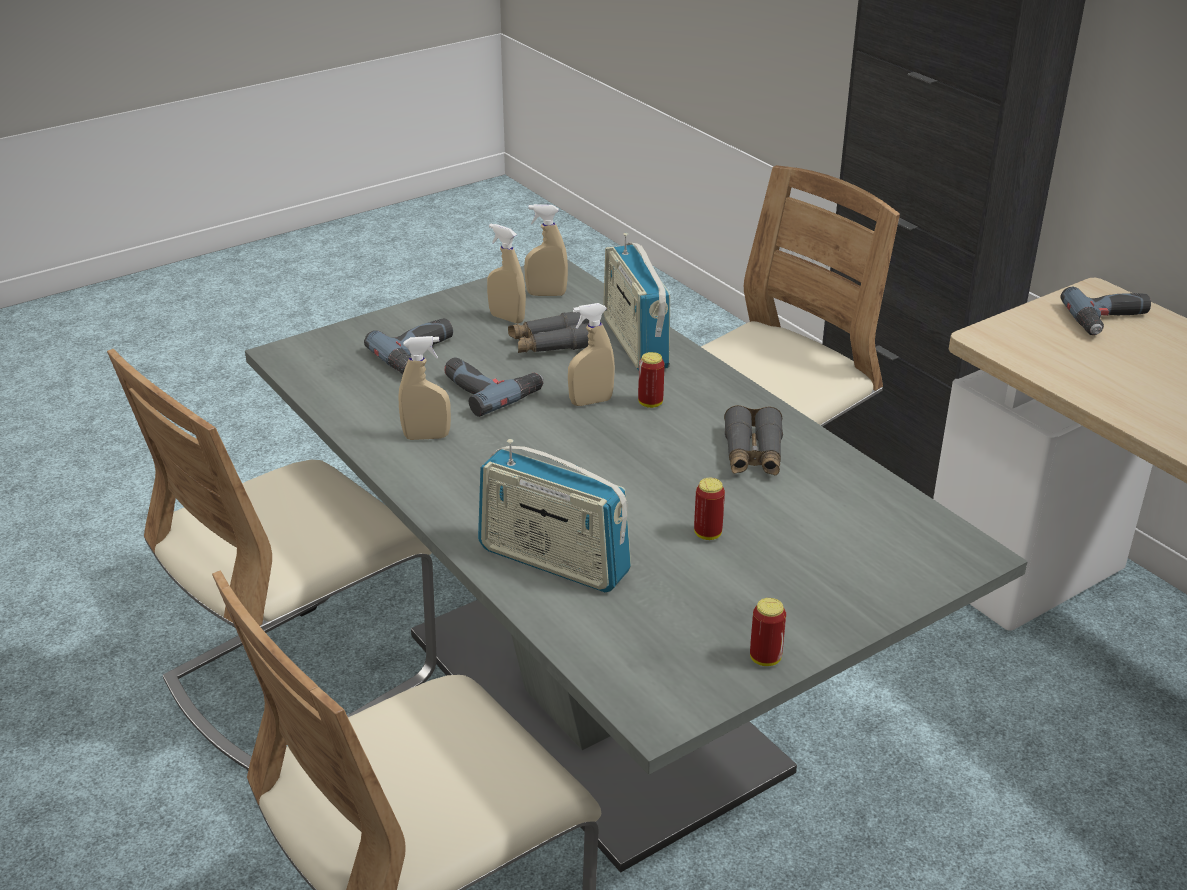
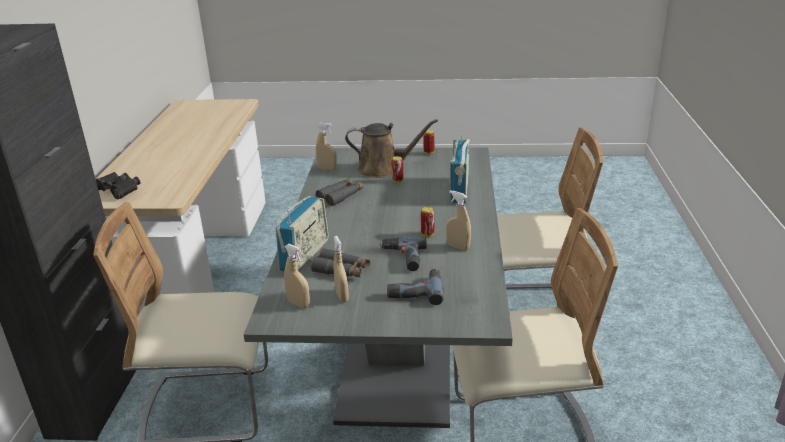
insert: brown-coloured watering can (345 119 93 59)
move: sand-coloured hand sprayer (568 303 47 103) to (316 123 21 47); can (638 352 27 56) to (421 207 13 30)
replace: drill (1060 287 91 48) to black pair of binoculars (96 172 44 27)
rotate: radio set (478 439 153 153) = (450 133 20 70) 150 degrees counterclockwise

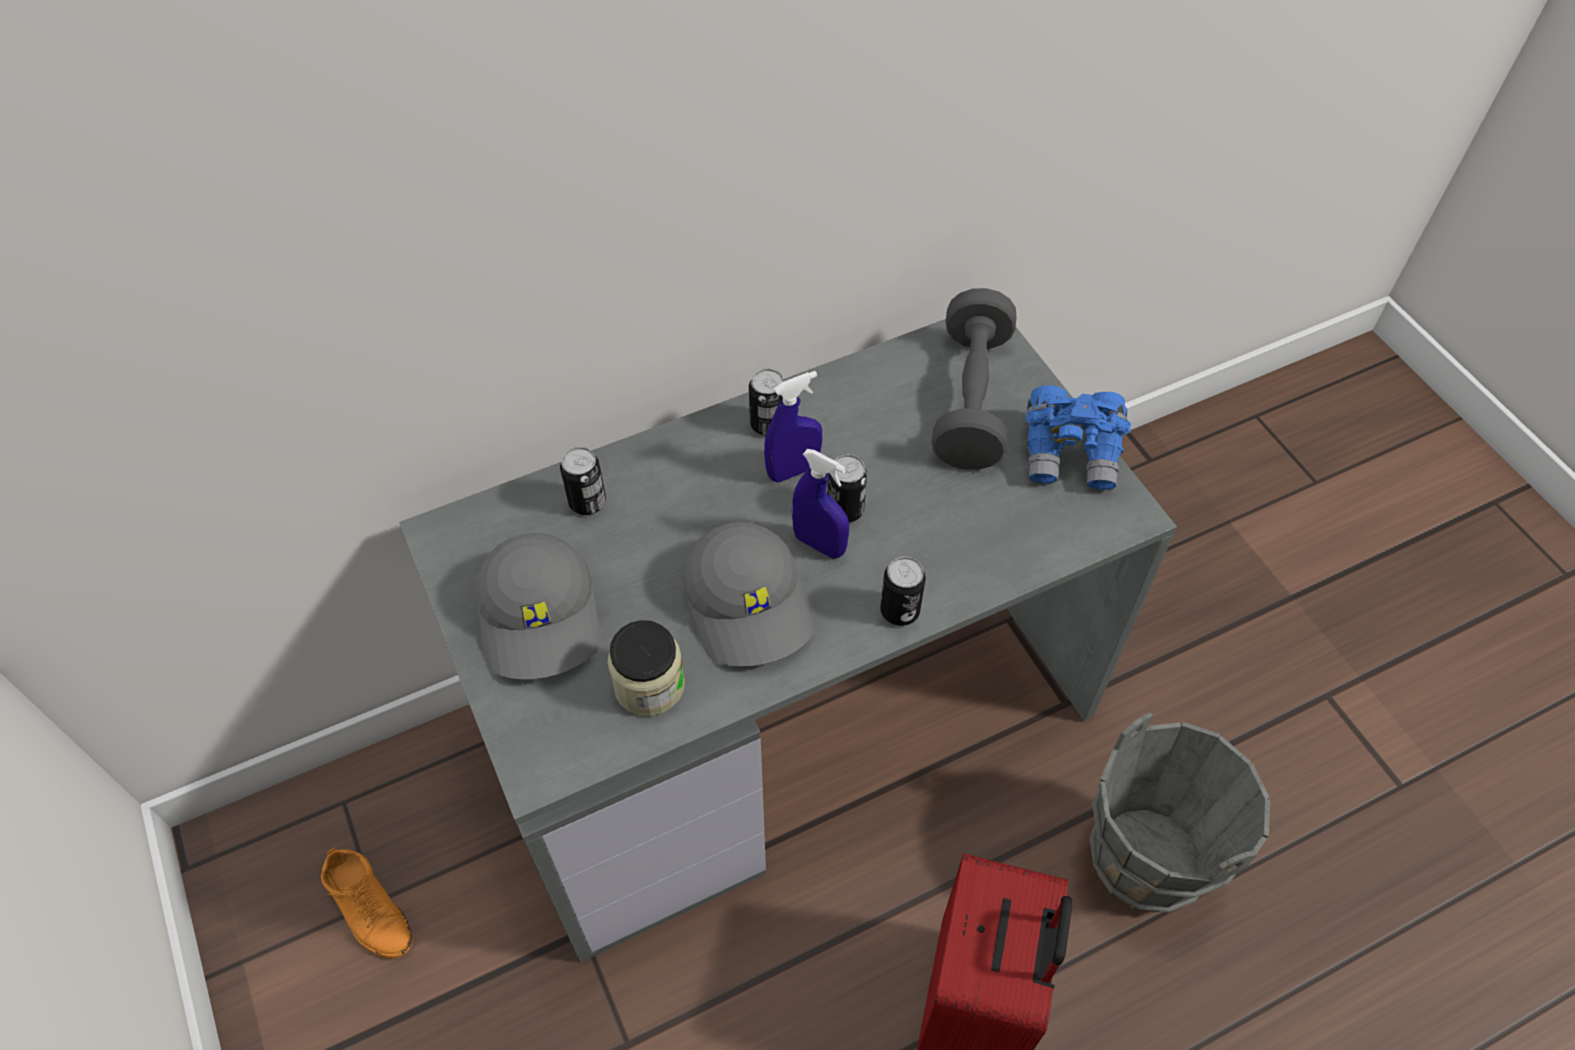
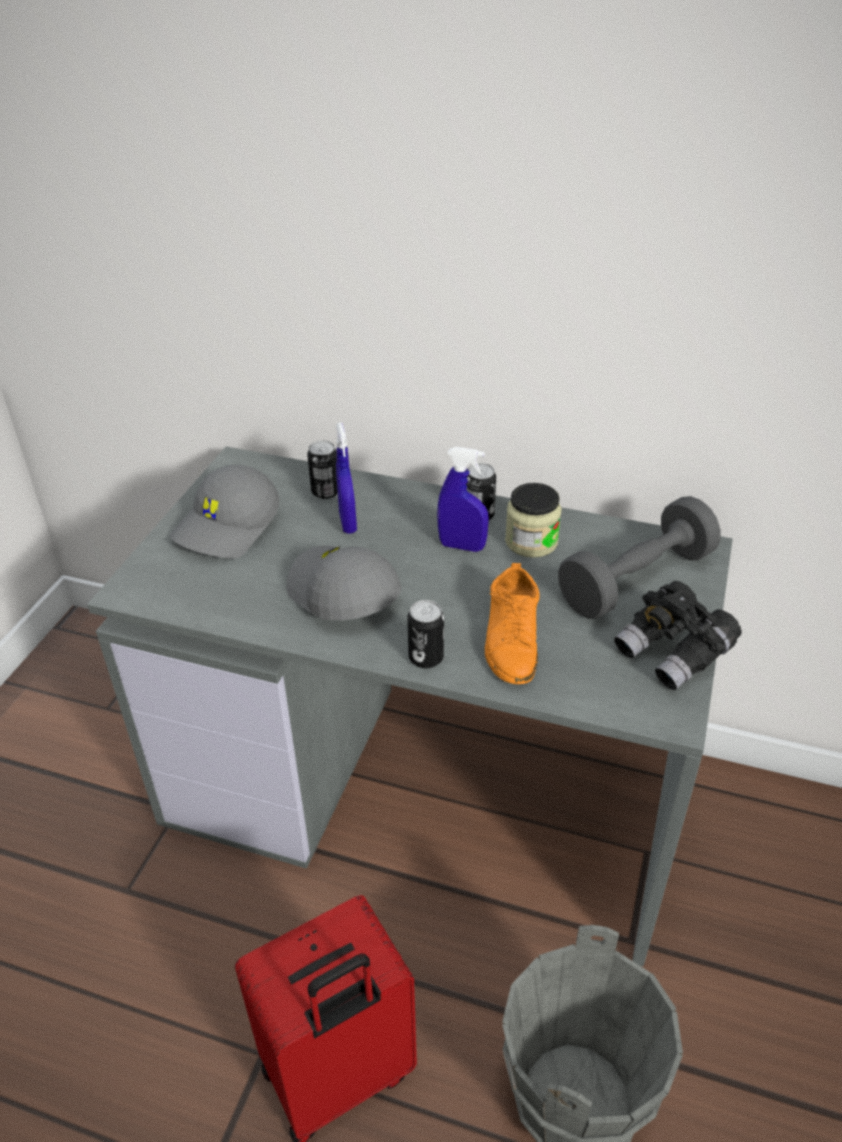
delete: can (827 455 40 68)
move: orange low shoe (321 847 92 111) to (485 563 55 121); preserve jar (607 620 78 96) to (505 483 57 75); blue-coloured hand sprayer (792 449 57 110) to (336 422 21 112)
recolor: blue-coloured pair of binoculars (1026 385 105 105) to black pair of binoculars (614 581 128 109)
rotate: grey cap (683 522 132 144) = (286 545 115 75) 120 degrees clockwise

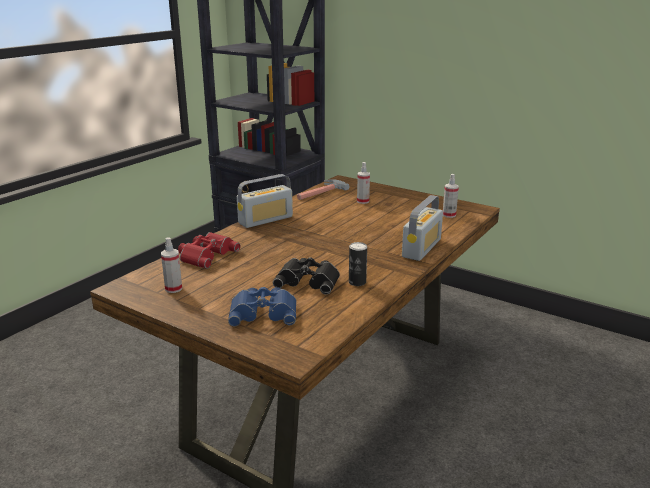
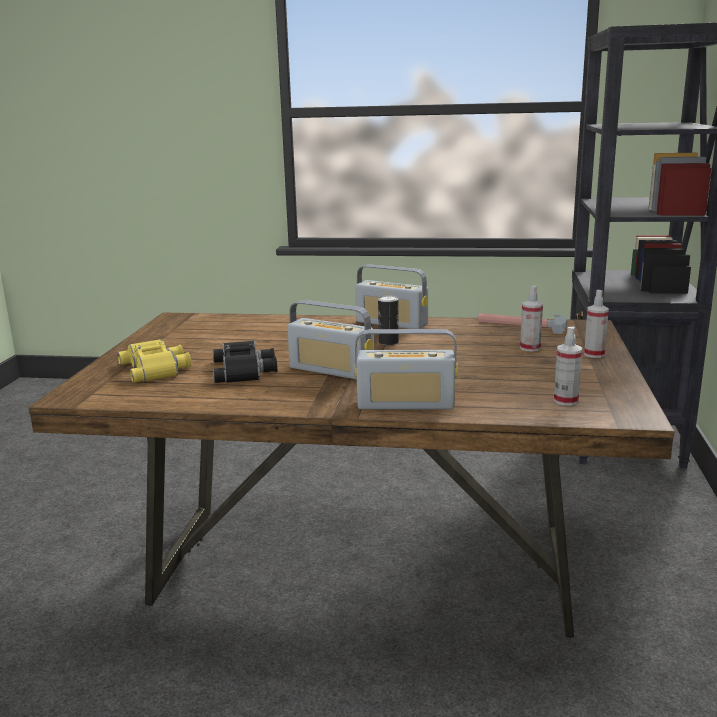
delete: red-coloured pair of binoculars (178 232 63 37)
insert: radio set (287 300 87 80)
move: hand sprayer (161 237 21 56) to (584 290 25 68); can (349 242 18 44) to (378 295 21 50)
recolor: blue-coloured pair of binoculars (228 287 68 40) to yellowish pair of binoculars (118 339 74 44)

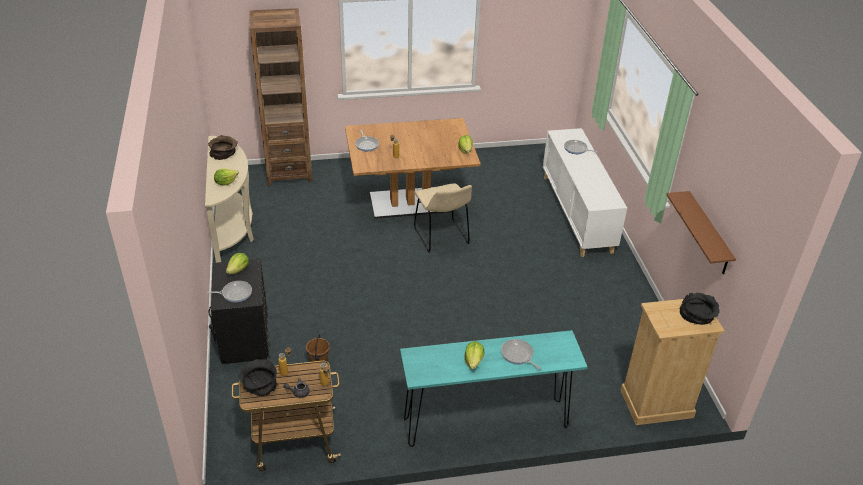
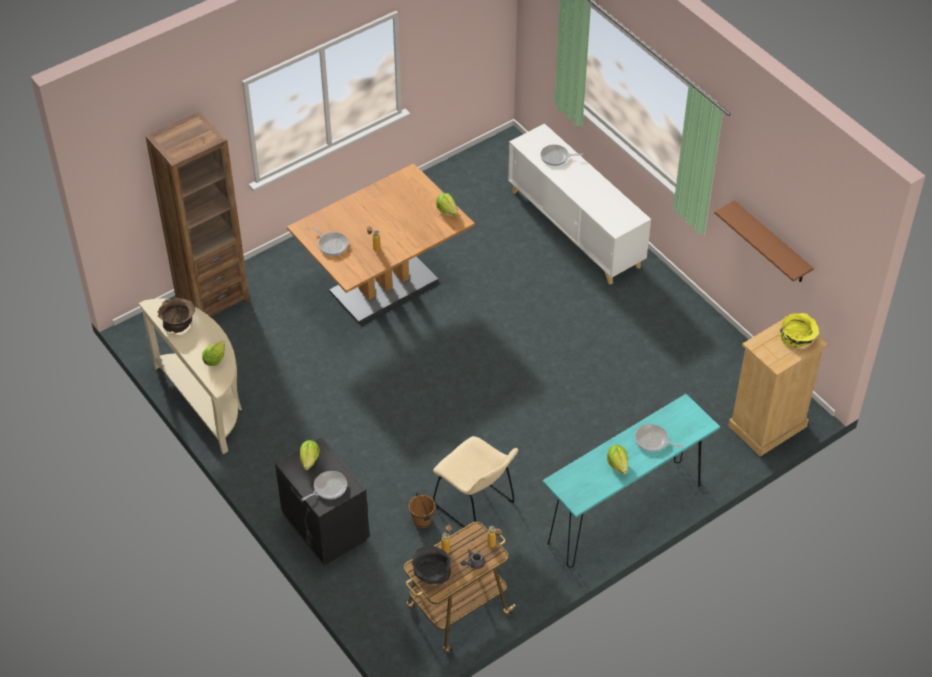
move: sand-coloured upright chair (414 184 58 69) to (433 436 85 99)
recolor: black deep dish (680 292 40 33) to yellowish deep dish (779 313 40 34)

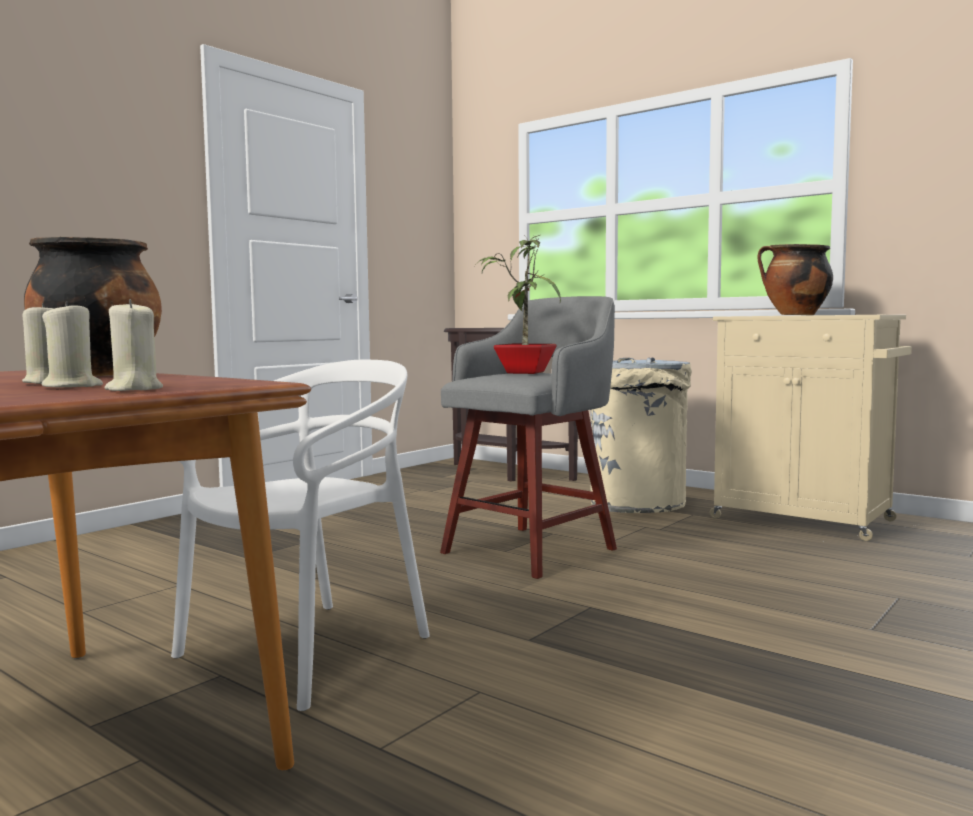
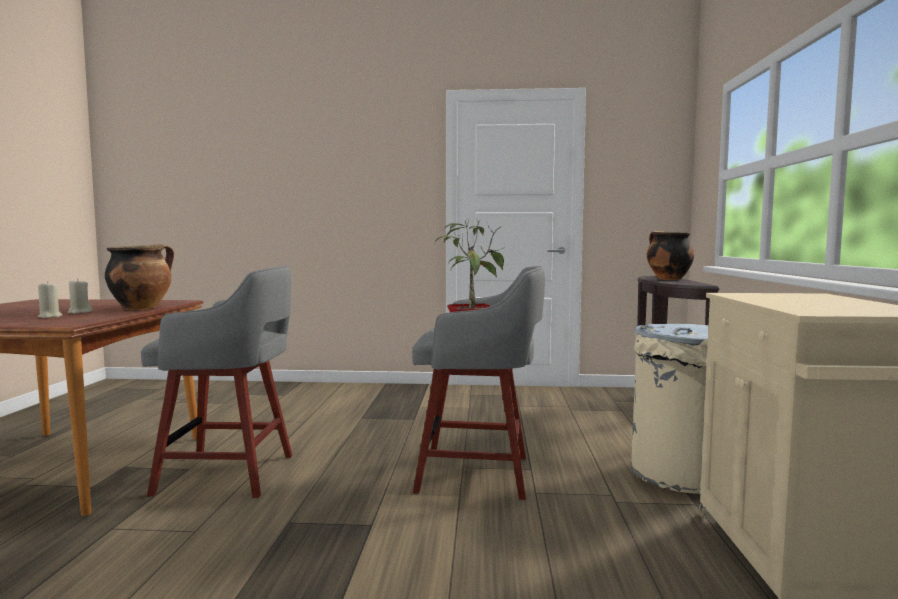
delete: sand-coloured wax light (105 299 58 92)
move: cooking pot (757 244 76 71) to (647 231 47 49)
replace: whitish upright chair (171 360 259 351) to grey stool seat (141 266 151 232)

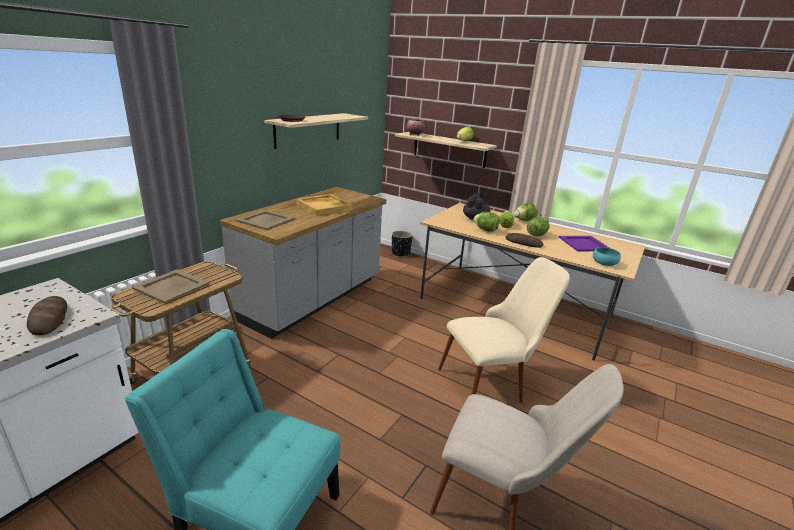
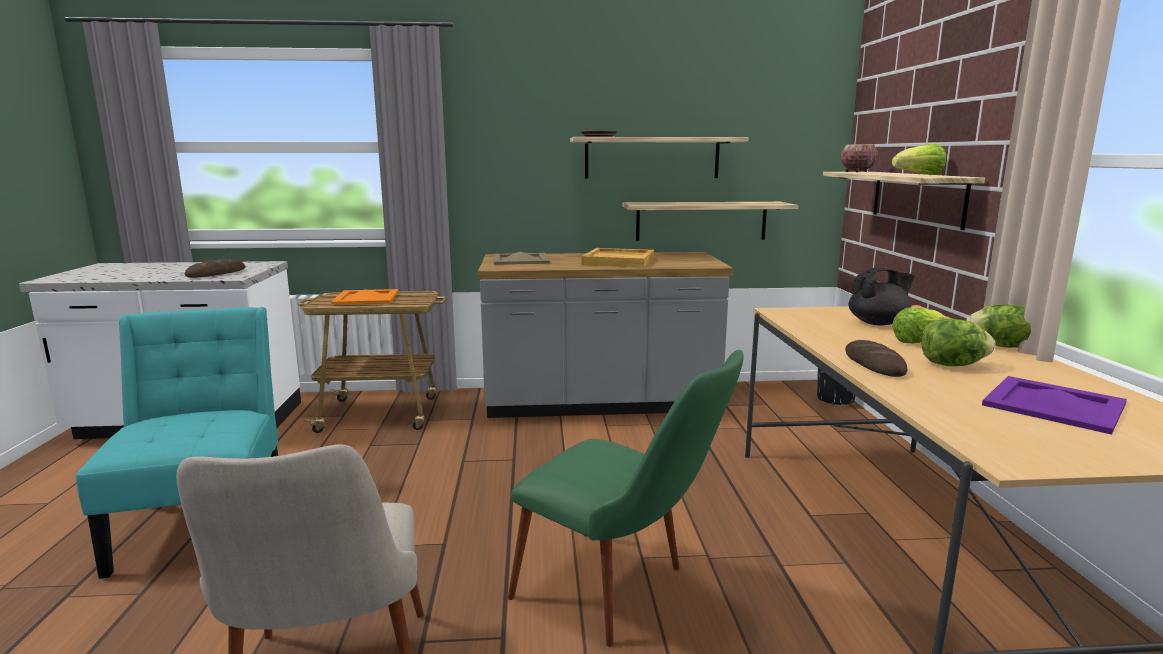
delete: lettuce head (474 212 26 20); turquoise deep dish (593 247 28 19)
insert: bracket shelf (622 202 176 39)
recolor: sand-coloured tray (132 269 77 35) to orange tray (331 289 68 16); sand-coloured upright chair (438 257 132 146) to green-coloured upright chair (508 350 235 297)

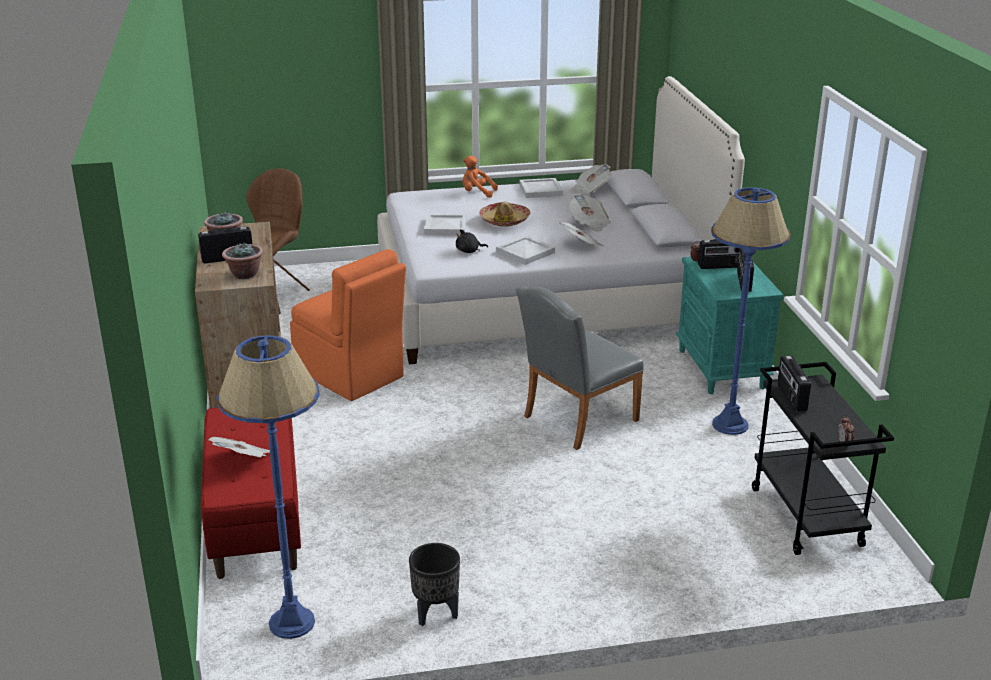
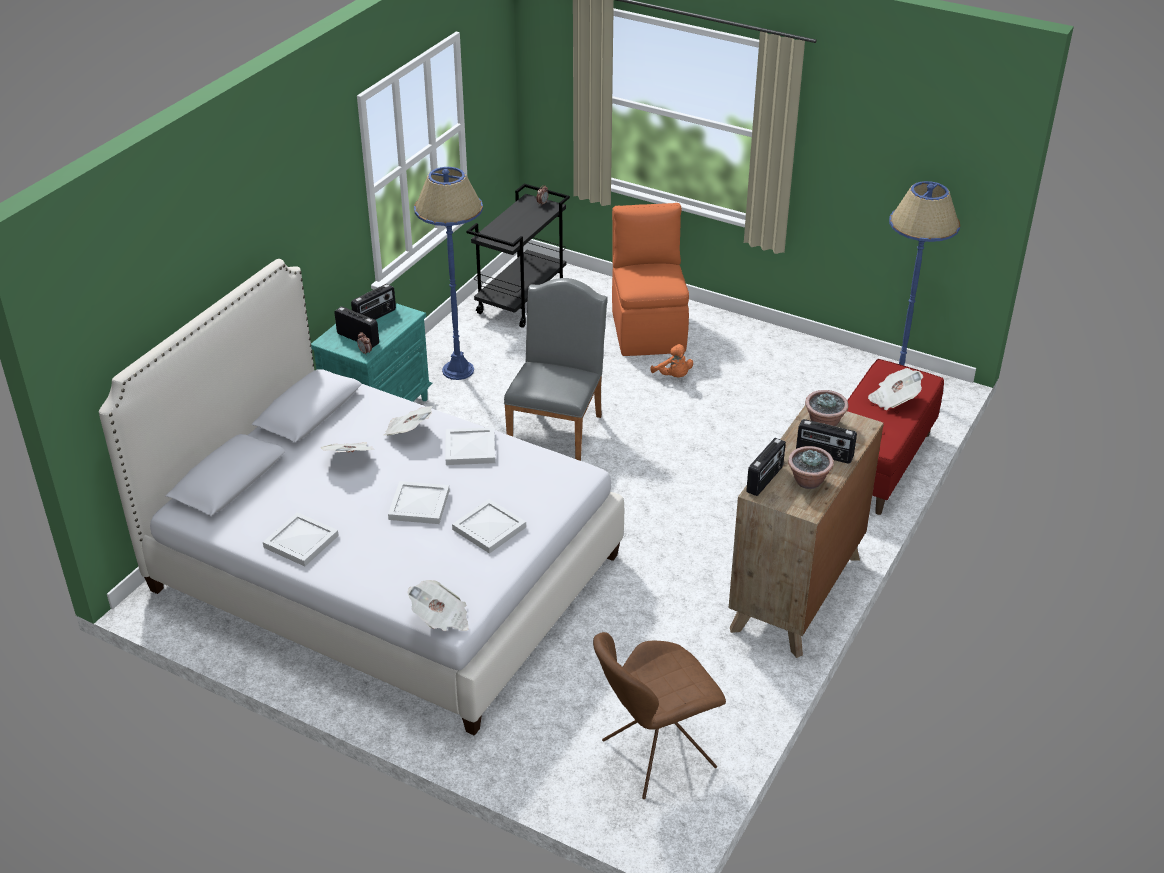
delete: black planter (409 543 51 83); black plush toy (456 229 32 24)
move: orange upright chair (290 249 116 152) to (612 203 77 153); orange plush toy (462 156 36 42) to (650 344 43 33); printed paper (569 164 43 31) to (408 580 61 51); radio set (777 356 34 56) to (746 438 40 58)
replace: wearable hat (479 202 52 25) to whitish tray (388 481 62 43)
rotate: grey upright chair (516 286 128 164) = (504 278 104 183) 75 degrees counterclockwise

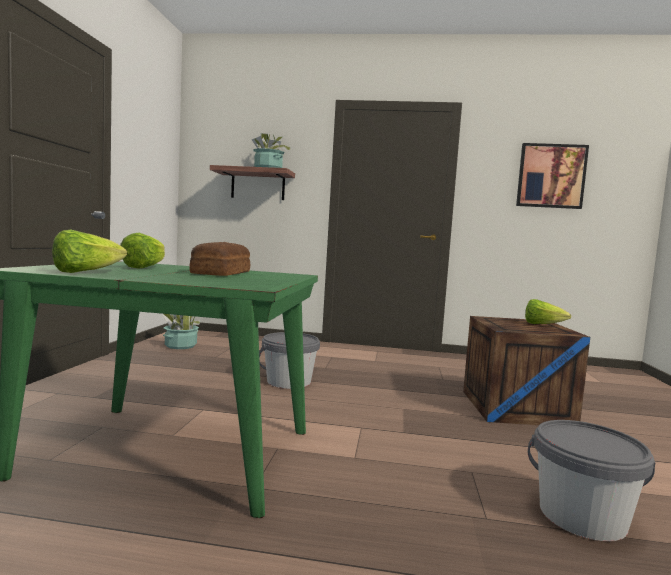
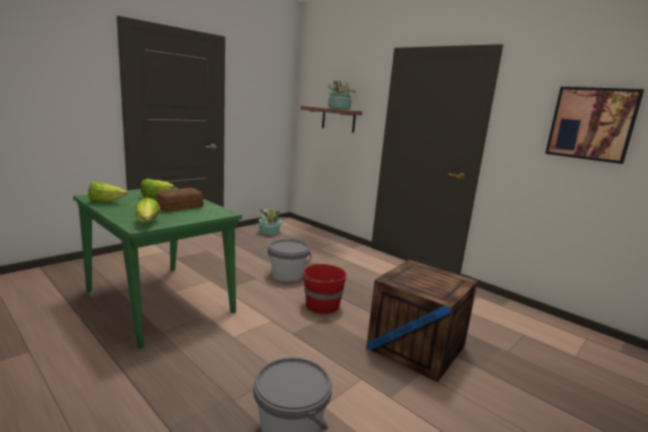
insert: red-coloured bucket (301 263 46 51)
move: lettuce head (525 299 46 25) to (136 197 25 26)

